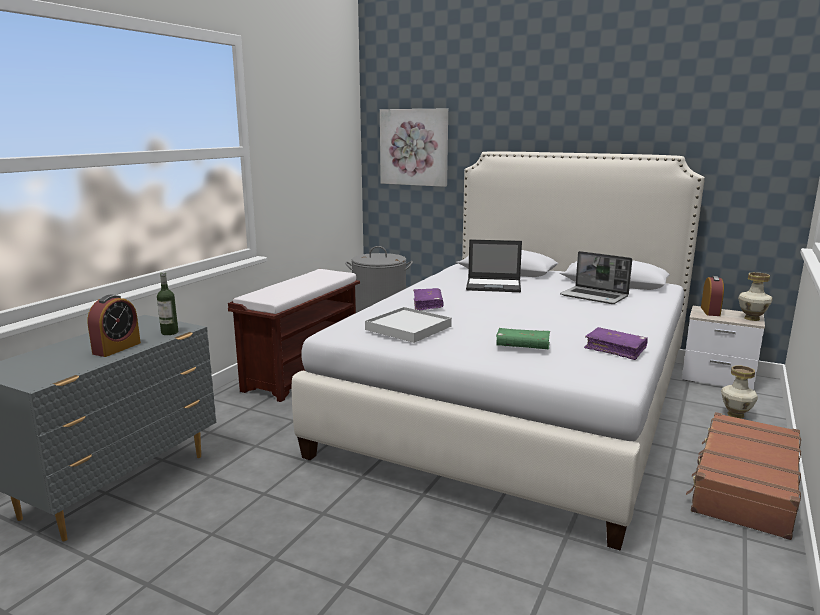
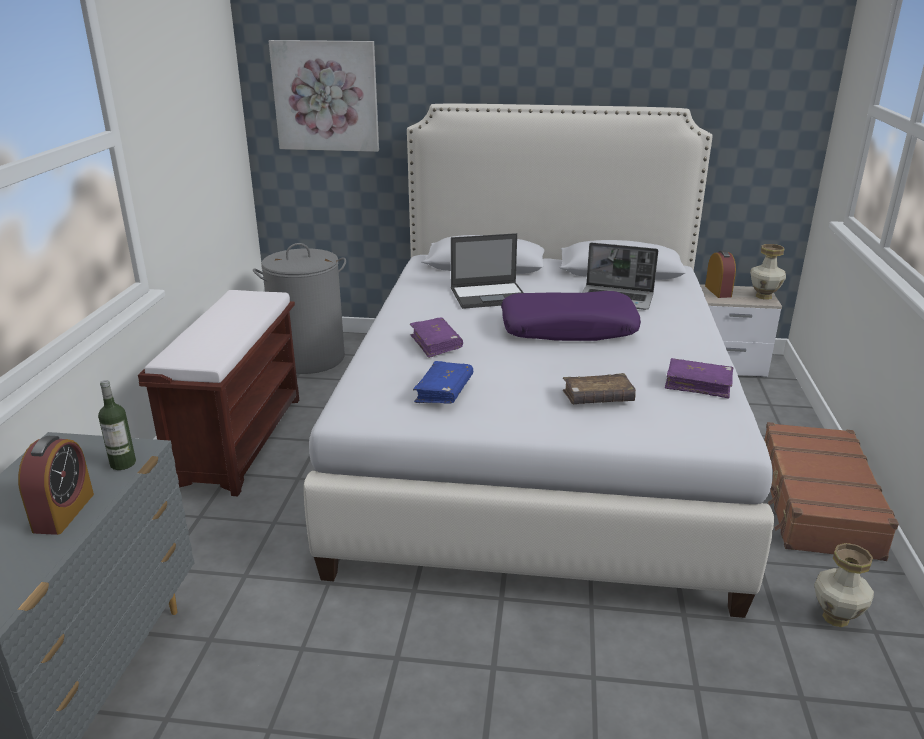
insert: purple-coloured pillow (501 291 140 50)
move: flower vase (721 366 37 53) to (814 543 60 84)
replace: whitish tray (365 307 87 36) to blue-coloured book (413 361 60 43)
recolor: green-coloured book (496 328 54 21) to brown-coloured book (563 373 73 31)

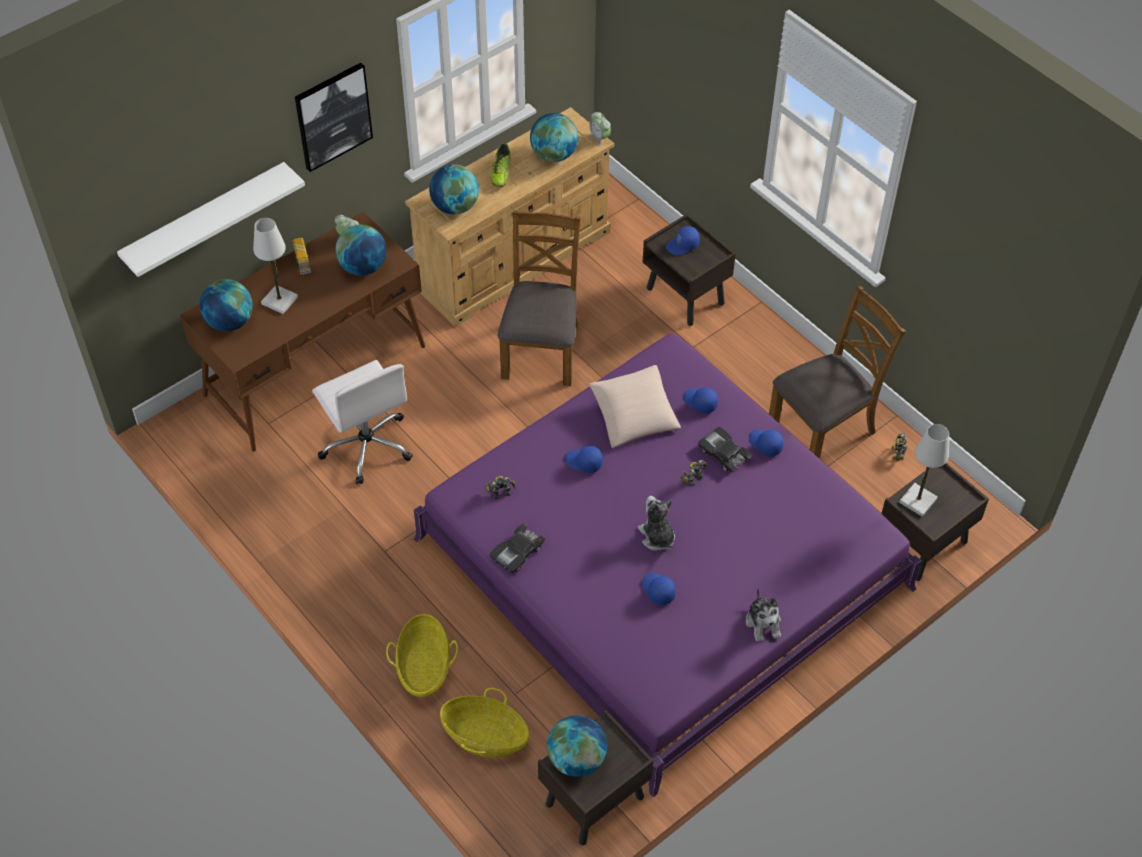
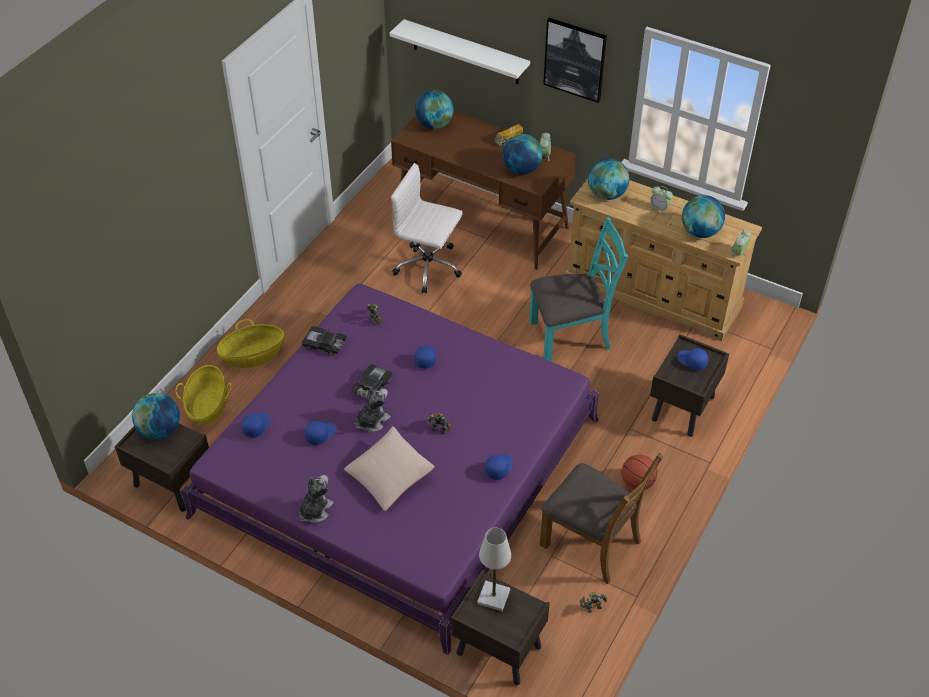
delete: whitish lamp for a table (253 218 45 96)
insert: ball for basketball (621 455 37 35)
move: sand-coloured pillow (589 365 92 83) to (344 426 91 85); blue-coloured cap (683 387 35 27) to (242 413 29 25); black model car (698 427 54 45) to (350 364 42 34)
replace: low shoe (490 144 21 43) to table clock (649 186 24 29)
recolor: brown-coloured upright chair (498 211 83 175) to turquoise upright chair (529 217 99 145)
rotate: whitish office chair (312 360 101 124) = (391 163 72 130) 75 degrees clockwise; plush toy (746 587 35 55) = (300 475 34 48) 150 degrees clockwise

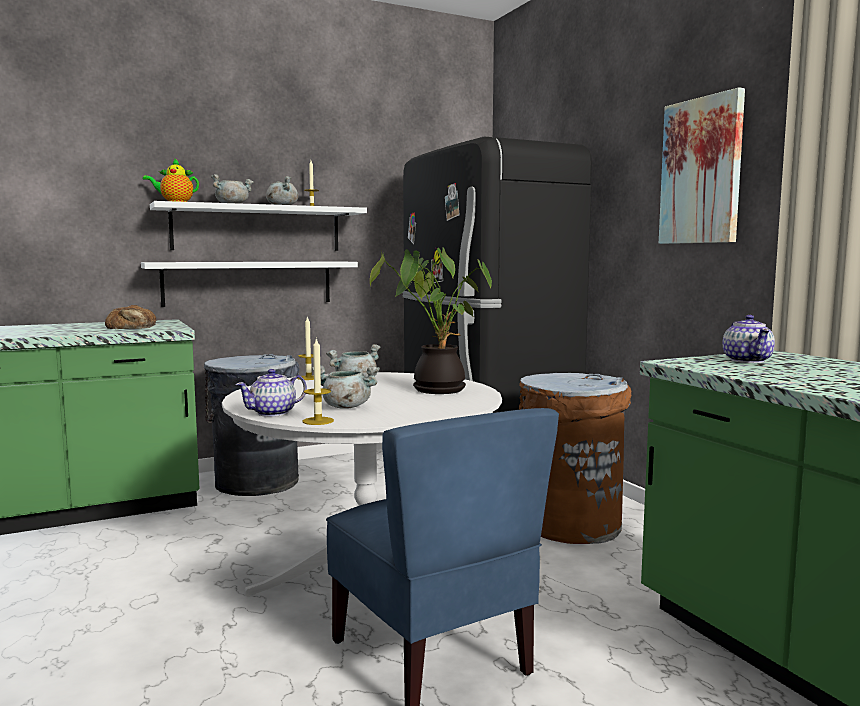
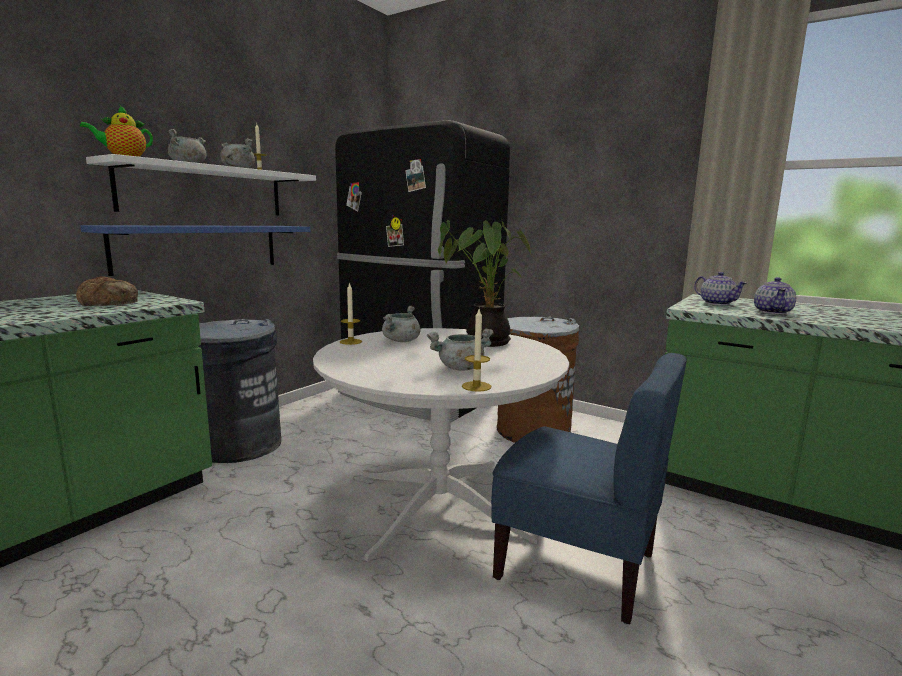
delete: wall art (659 87 86 157)
move: teapot (235 369 72 48) to (754 277 42 37)
recolor: whitish bracket shelf (141 262 217 45) to blue-coloured bracket shelf (80 225 231 51)

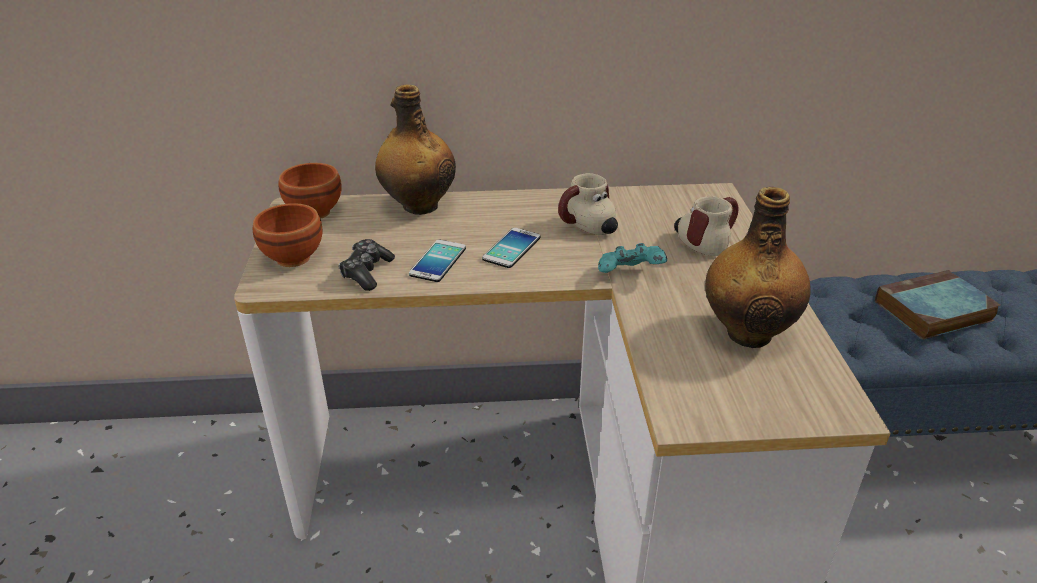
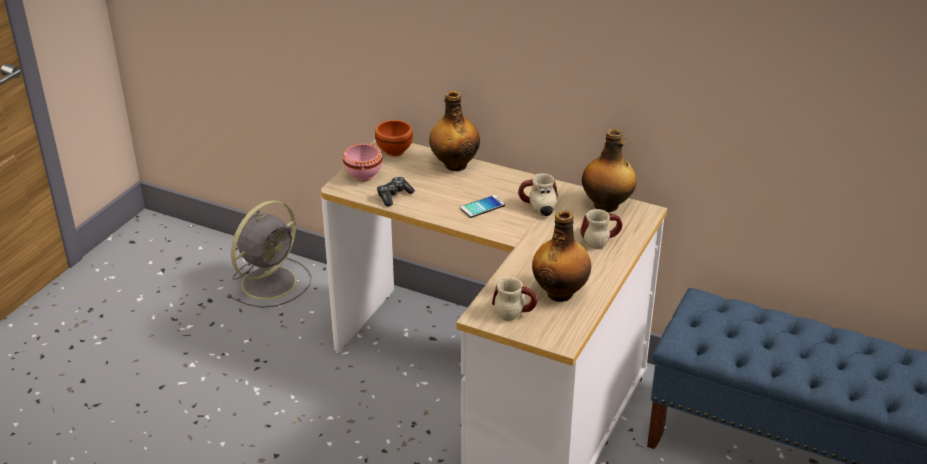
delete: phone (409 240 57 42); turquoise game controller (598 243 69 30); book (875 270 125 70)
insert: grey fan (226 200 85 108); tea mug (492 277 45 44); bottle (582 129 54 83)
recolor: brown-coloured deep dish (253 203 70 64) to pinkish deep dish (343 143 40 38)

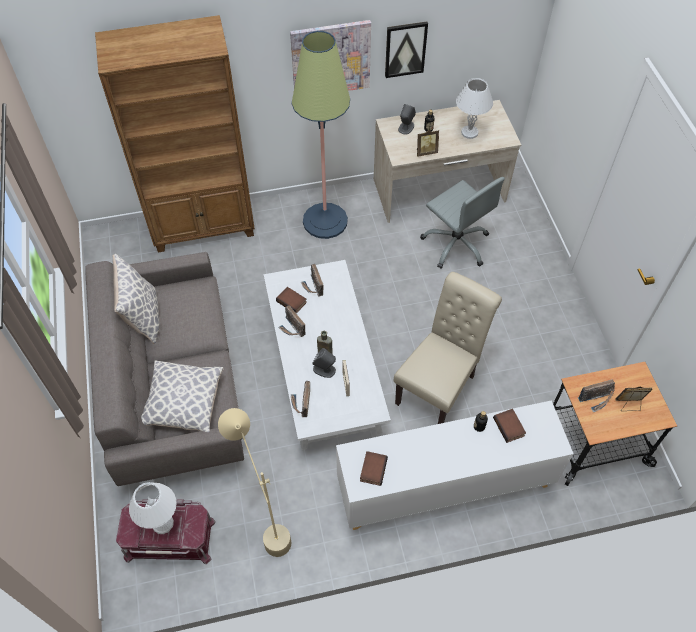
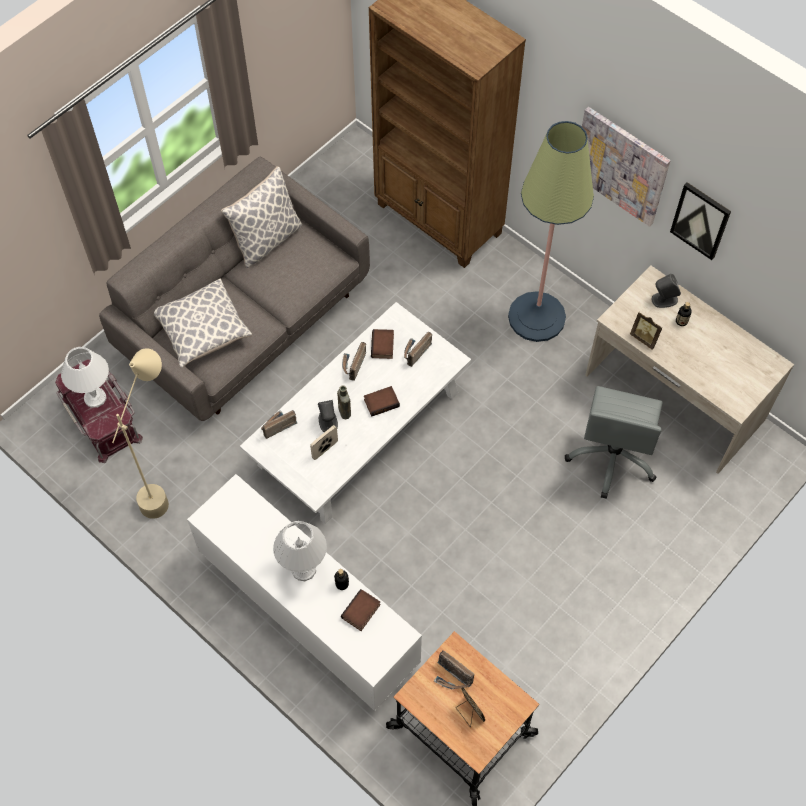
delete: sand-coloured upright chair (394 272 108 152)
move: book (360 451 28 35) to (364 386 36 31); whitish lamp for a table (456 78 37 61) to (273 521 54 60)

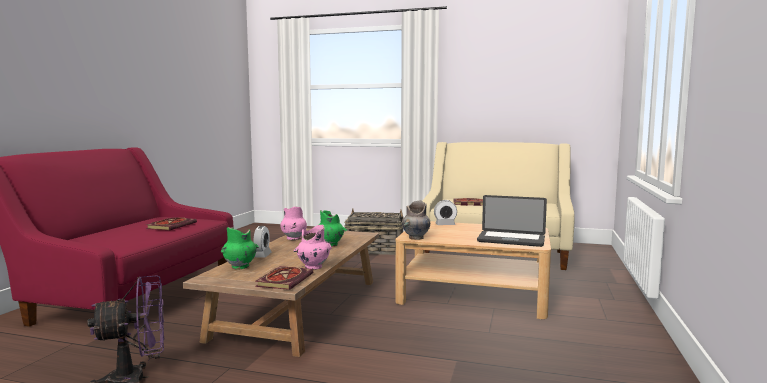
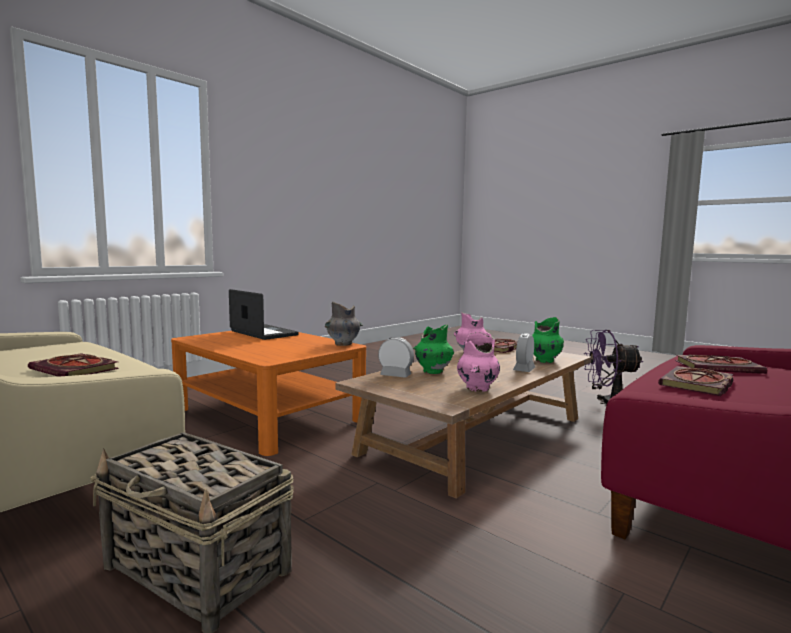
insert: book (675 355 92 19)
move: table clock (434 200 23 25) to (378 337 36 41)
recolor: sand-coloured lounge table (395 221 156 98) to orange lounge table (171 331 195 125)

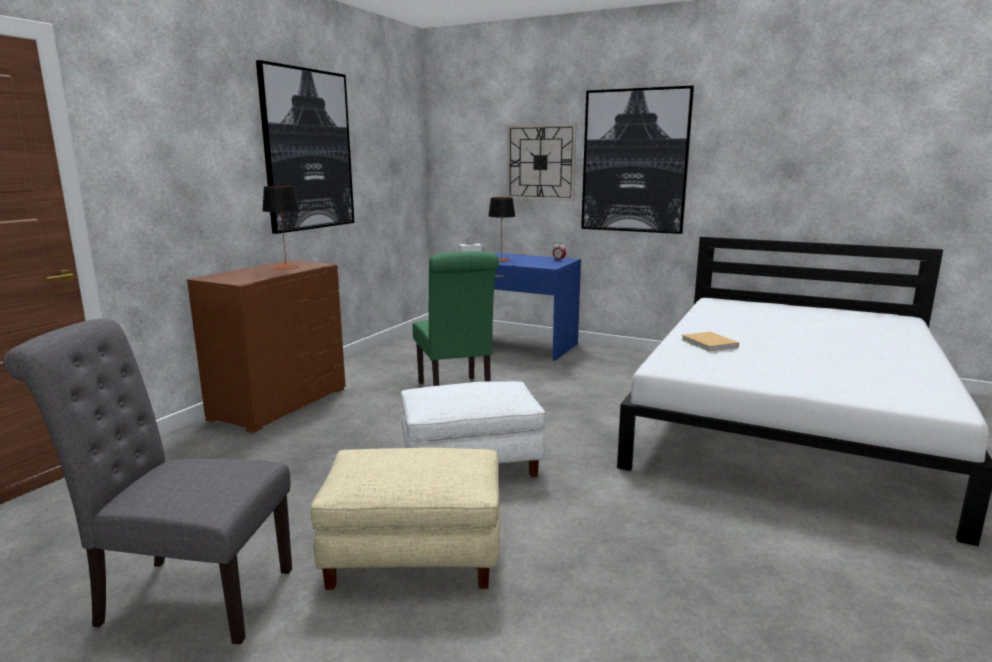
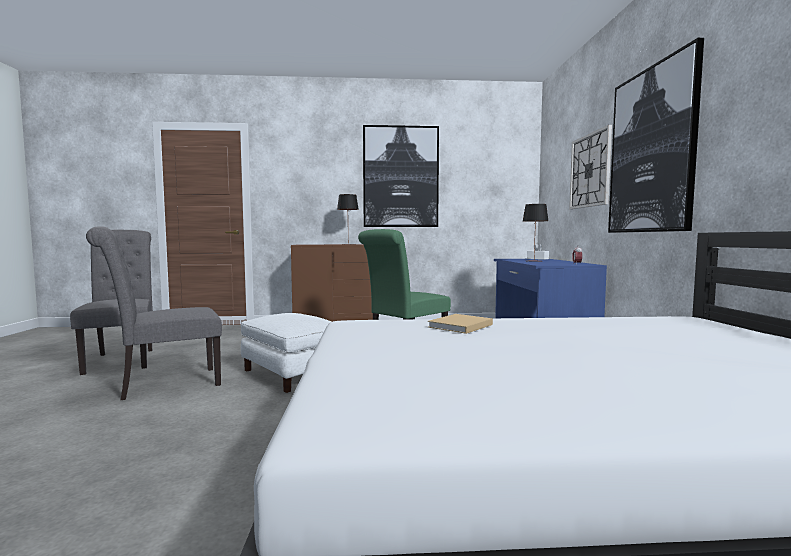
replace: sand-coloured footrest (311 448 189 142) to grey upright chair (86 226 136 175)

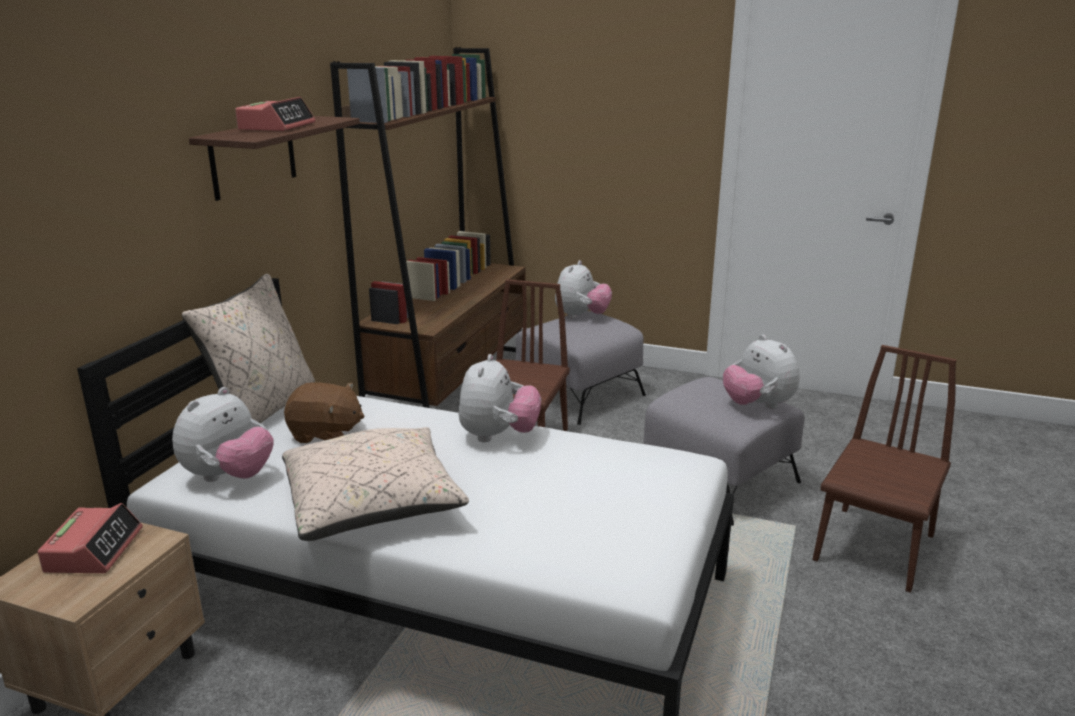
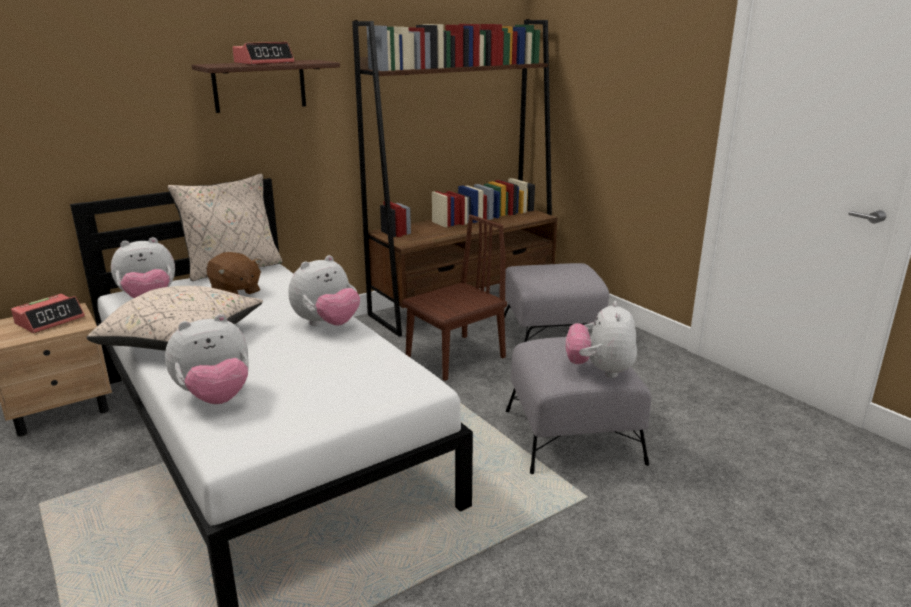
delete: brown-coloured upright chair (813 345 144 248)
move: plush toy (555 260 57 59) to (165 314 84 90)

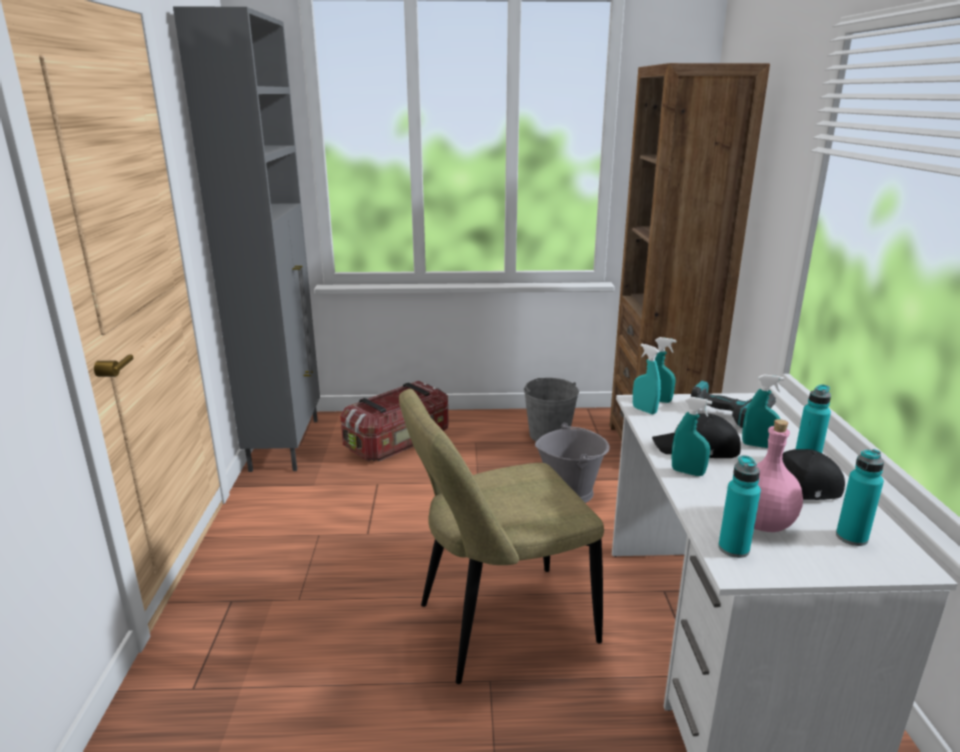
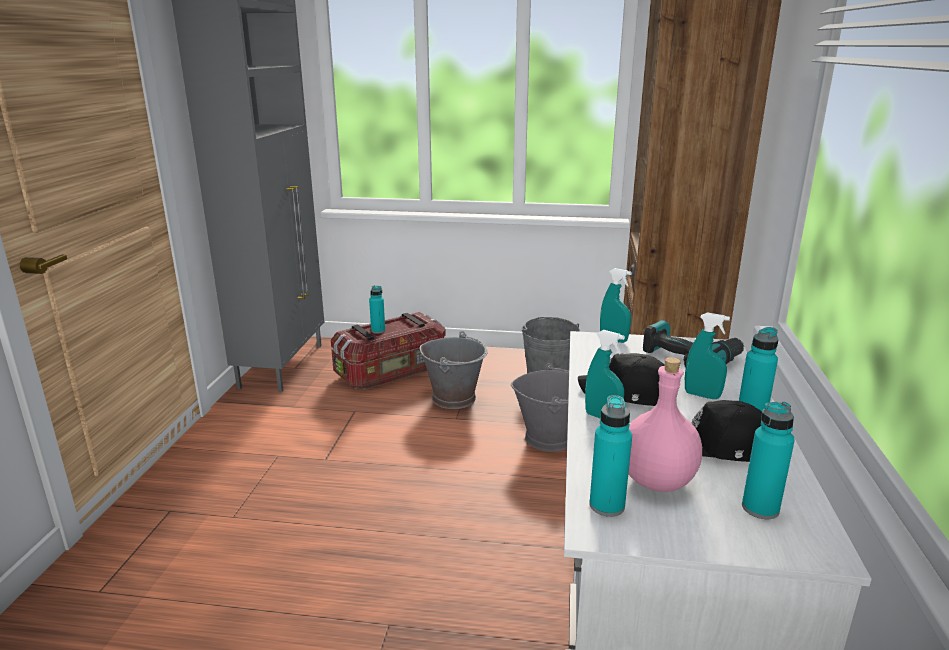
delete: sand-coloured upright chair (399 389 205 295); turquoise hand sprayer (633 344 28 70)
insert: turquoise bottle (369 285 16 49); grey bucket (419 331 69 78)

